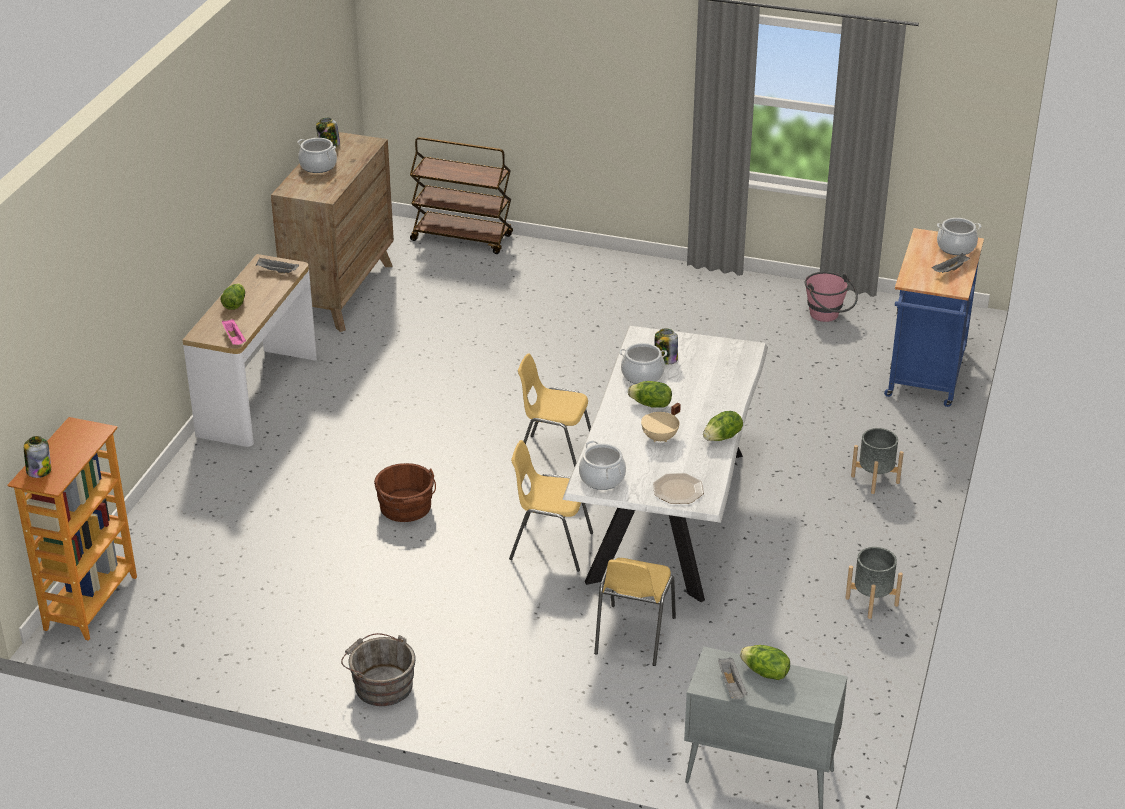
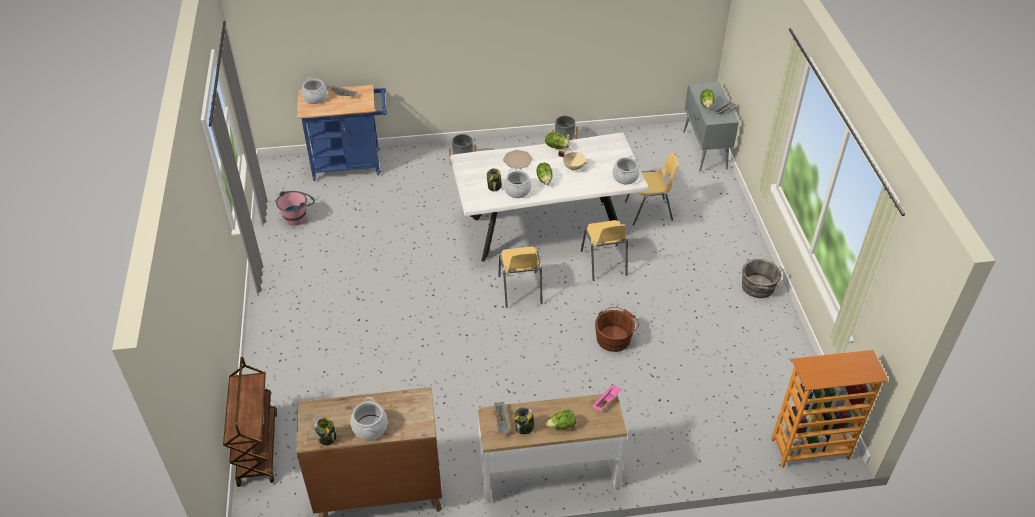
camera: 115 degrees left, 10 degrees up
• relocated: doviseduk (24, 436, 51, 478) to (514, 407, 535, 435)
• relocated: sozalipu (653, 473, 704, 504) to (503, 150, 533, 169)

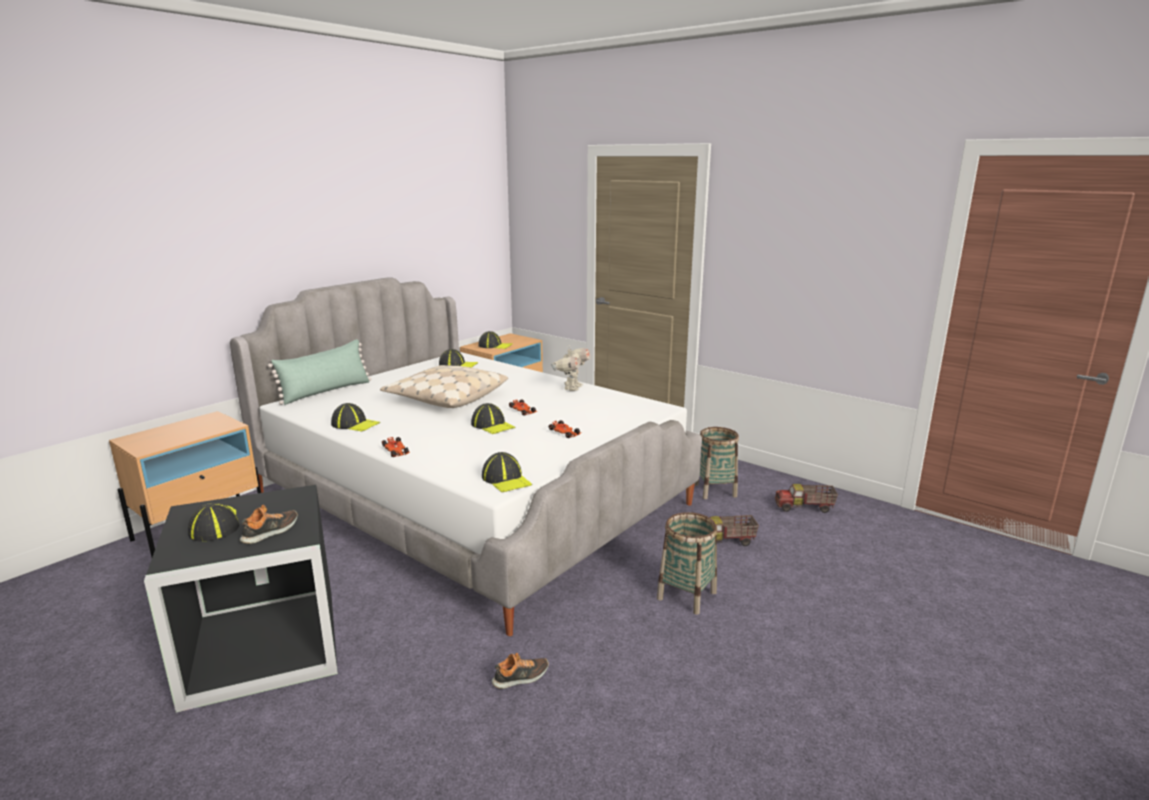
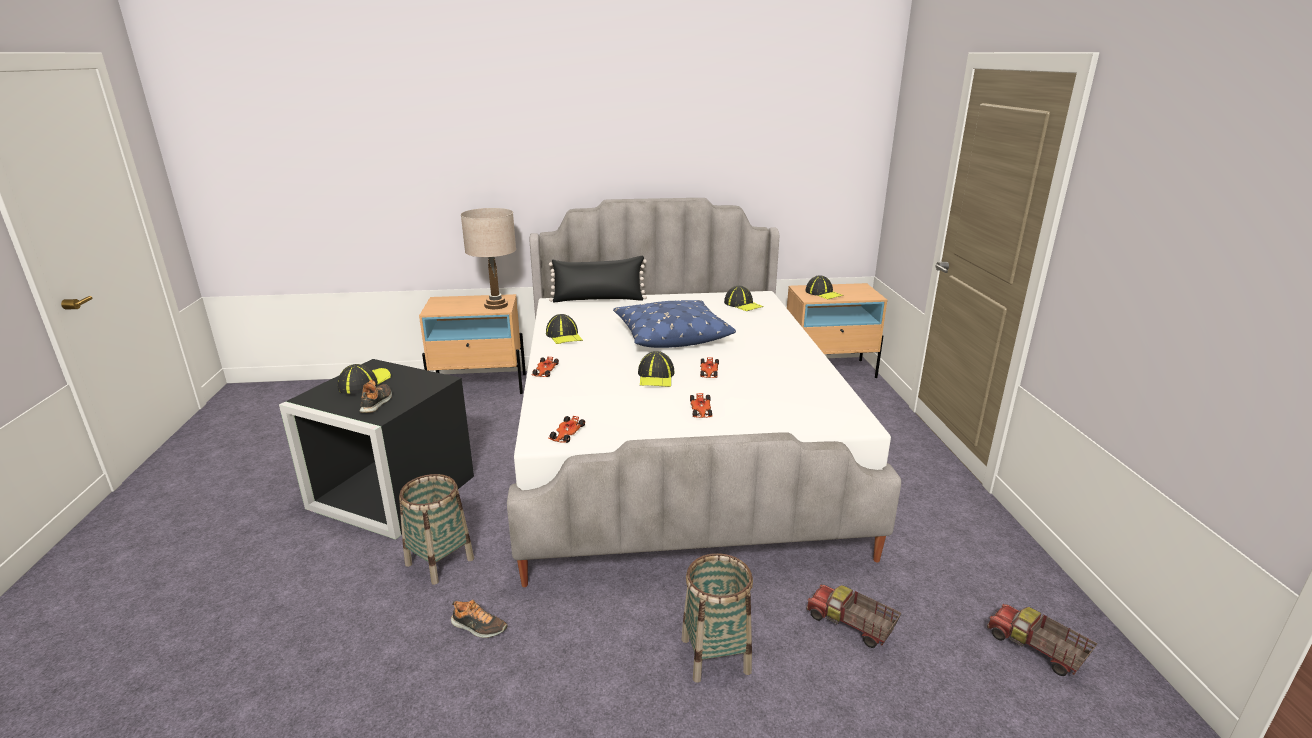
camera: 45 degrees right, 5 degrees up
• missing: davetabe (551, 345, 591, 391)
• appeared: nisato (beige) (461, 208, 516, 309)
• relocated: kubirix (695, 427, 739, 499) to (399, 474, 474, 585)
• exchanged: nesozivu (482, 452, 532, 492) to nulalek (548, 416, 585, 443)
• colour: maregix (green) (268, 339, 371, 405) to maregix (black) (549, 256, 647, 302)
• colour: maregix (beige) (380, 365, 508, 408) to maregix (blue) (613, 300, 736, 348)
• spun: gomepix (239, 505, 298, 544) = (360, 380, 392, 413) 75 degrees counterclockwise

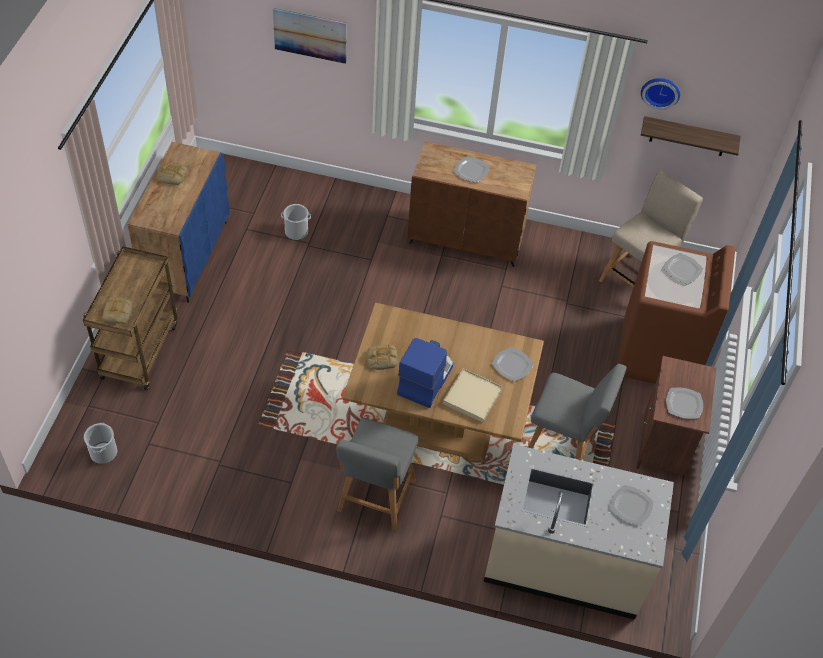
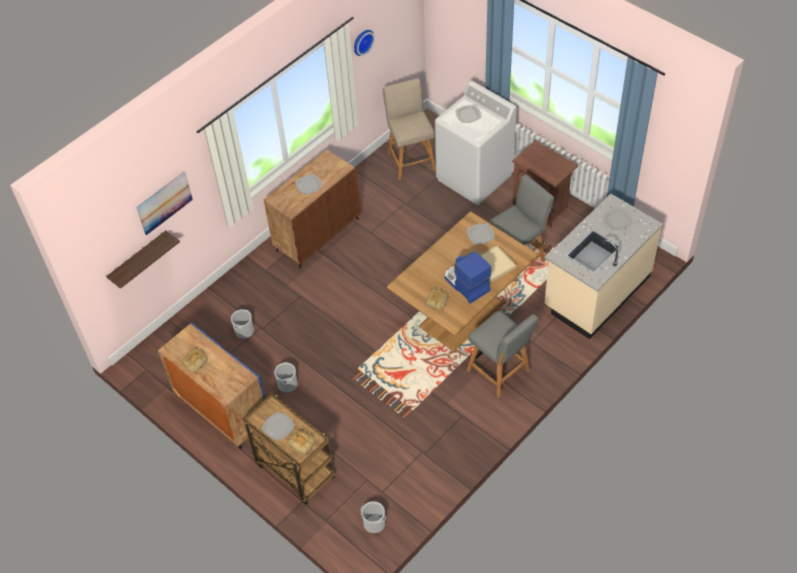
camera: 55 degrees left, 0 degrees up
• appeared: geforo (274, 362, 298, 393)
• relocated: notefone (641, 116, 741, 156) to (106, 231, 180, 289)
• relocated: sozalipu (666, 388, 703, 419) to (262, 412, 295, 441)
• colour: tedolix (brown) (616, 241, 735, 384) to tedolix (white) (435, 81, 517, 205)

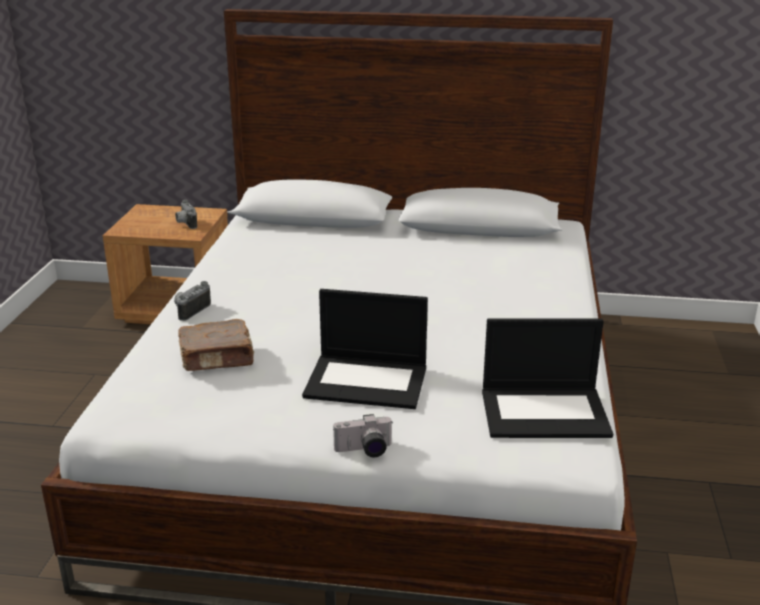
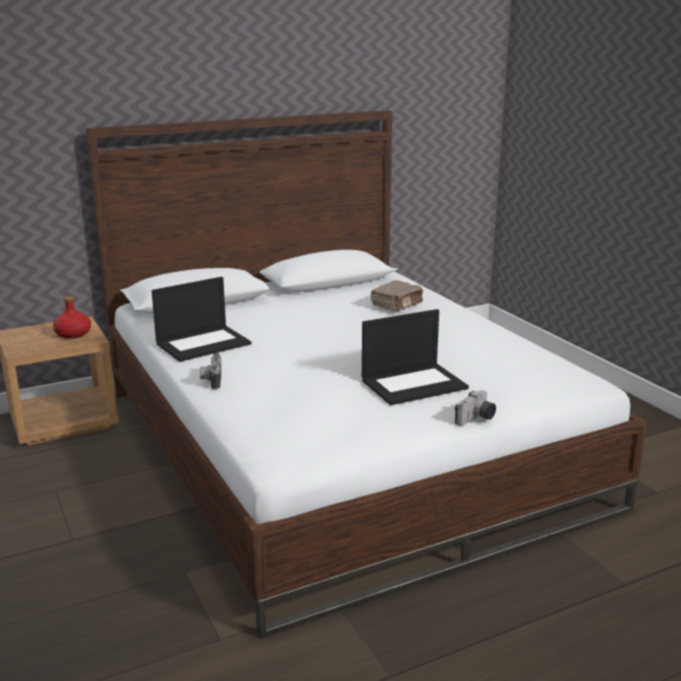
camera: 35 degrees left, 5 degrees down
• relocated: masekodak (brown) (178, 319, 254, 371) to (371, 280, 423, 311)
• relocated: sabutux (482, 318, 613, 438) to (151, 277, 251, 362)
• exchanged: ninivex (175, 200, 197, 229) to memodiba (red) (53, 296, 91, 339)

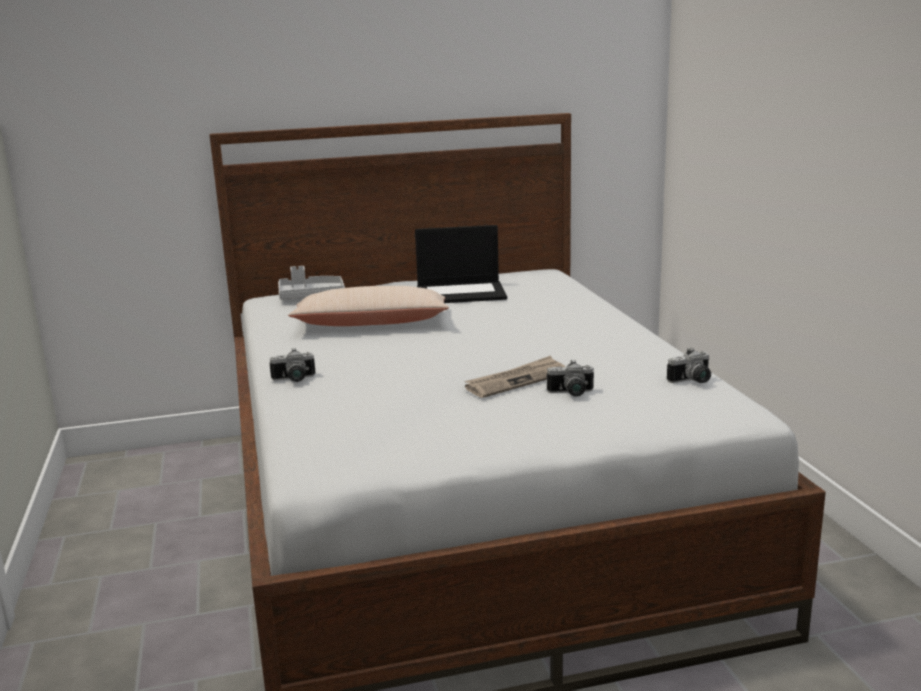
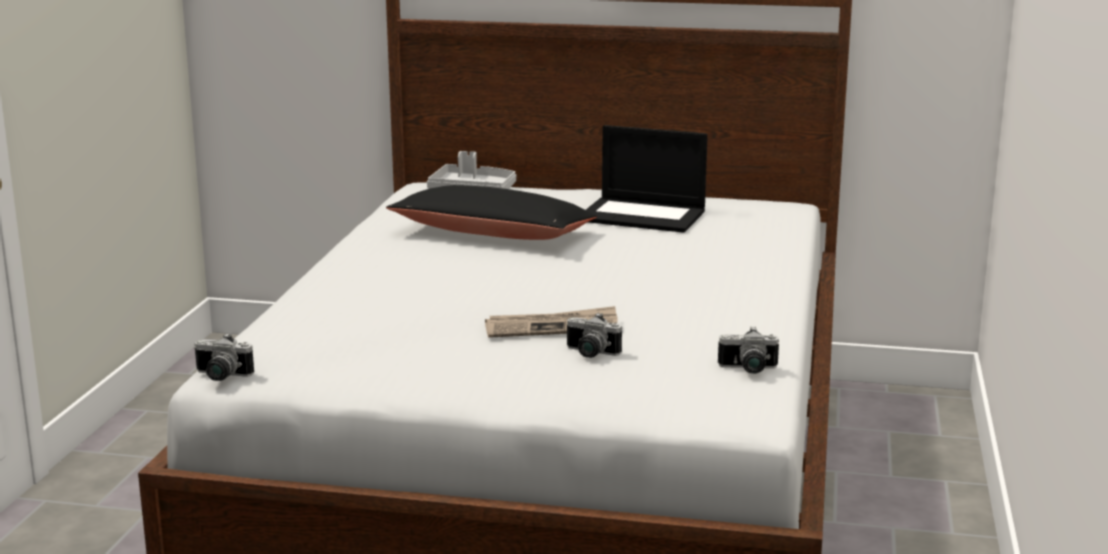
camera: 25 degrees right, 0 degrees up
• relocated: ninivex (270, 348, 315, 382) to (194, 333, 254, 381)
• colour: maregix (beige) (288, 286, 449, 326) to maregix (black) (386, 185, 597, 240)

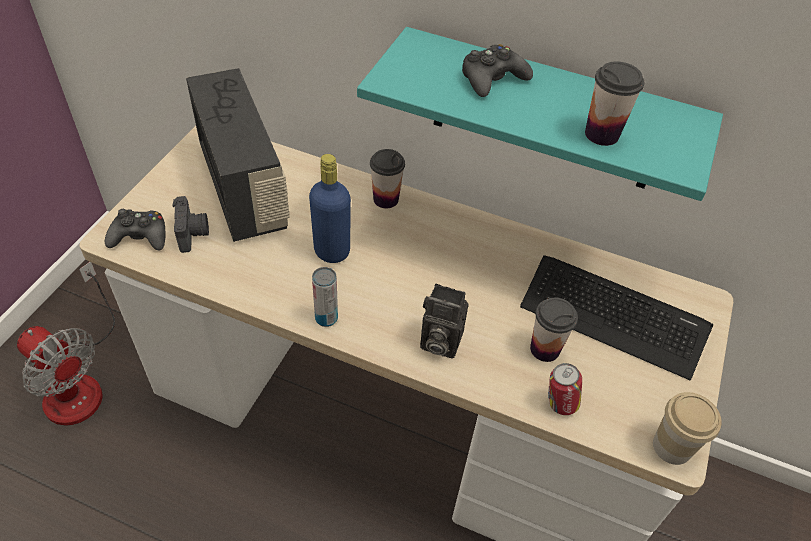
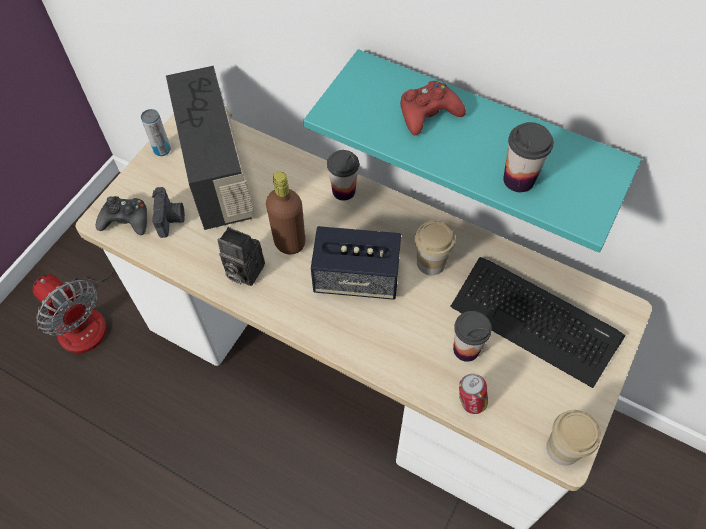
camera: 10 degrees right, 10 degrees up
• appeared: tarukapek (311, 226, 401, 300)
• appeared: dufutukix (415, 221, 456, 275)
• relocated: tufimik (312, 267, 338, 327) to (141, 109, 171, 156)
• relocated: ninivex (420, 284, 468, 359) to (217, 227, 265, 286)
• colour: memodiba (blue) (309, 154, 351, 263) to memodiba (brown) (266, 172, 305, 255)
• colour: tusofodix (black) (462, 44, 533, 97) to tusofodix (red) (400, 81, 466, 135)

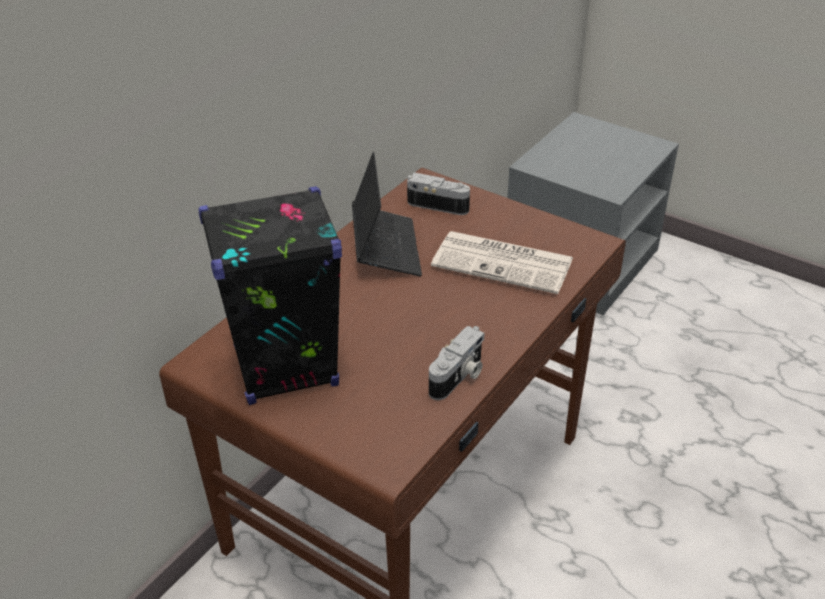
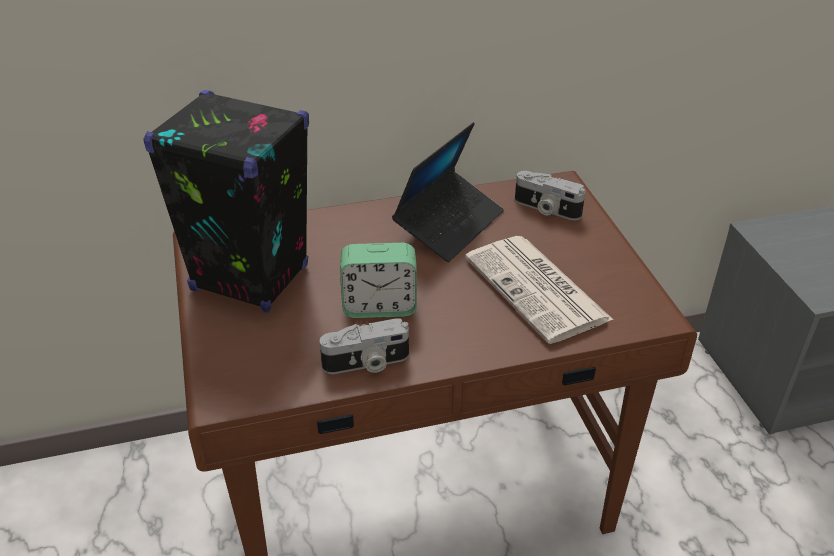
camera: 40 degrees right, 0 degrees up
• appeared: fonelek (340, 243, 417, 318)
• spun: ninivex (407, 173, 470, 215) = (515, 171, 585, 220) 150 degrees clockwise

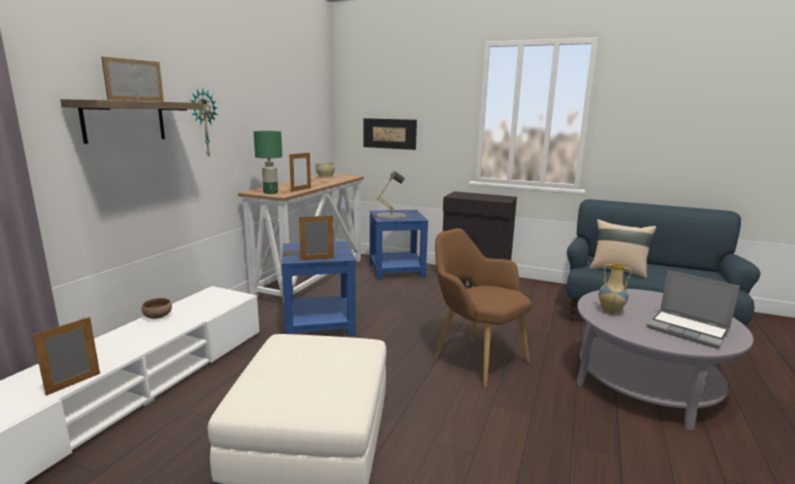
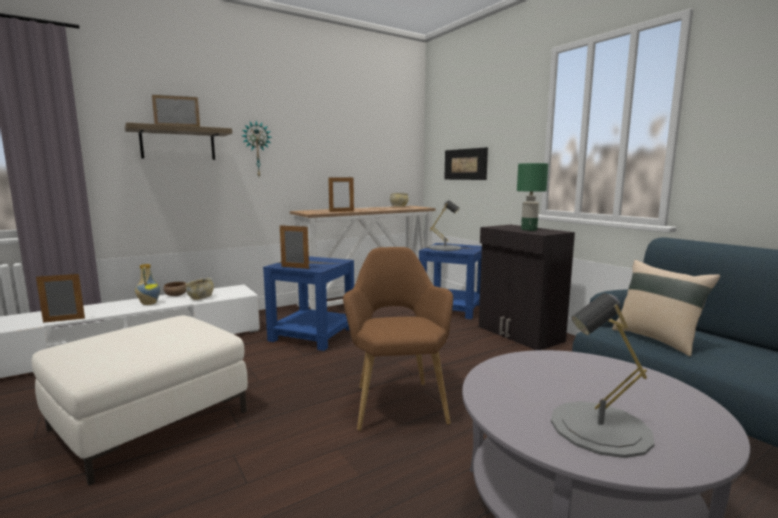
camera: 35 degrees right, 5 degrees down
• appeared: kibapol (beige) (186, 278, 214, 300)
• relocated: nisato (green) (254, 131, 282, 194) to (517, 163, 548, 231)
• relocated: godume (599, 263, 632, 314) to (135, 264, 160, 305)
• exchanged: sabutux (646, 270, 740, 349) to nisato (grey) (551, 293, 655, 458)

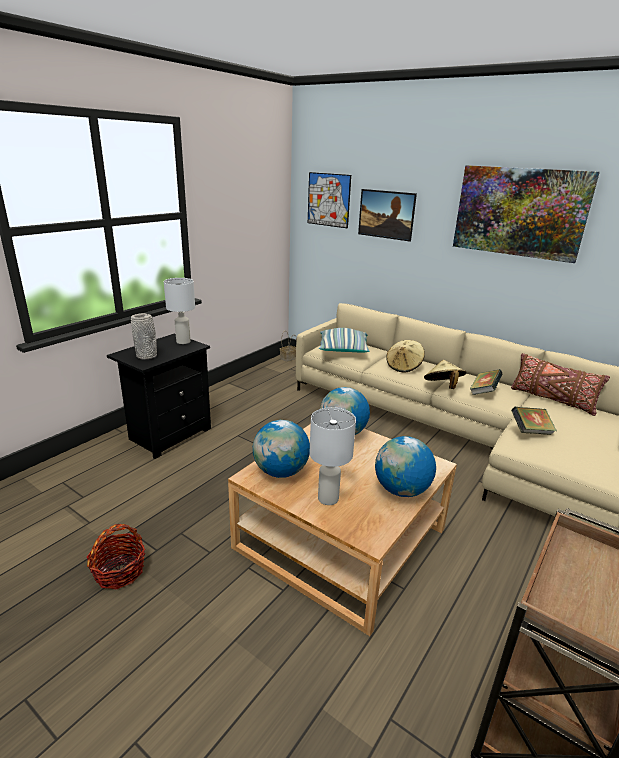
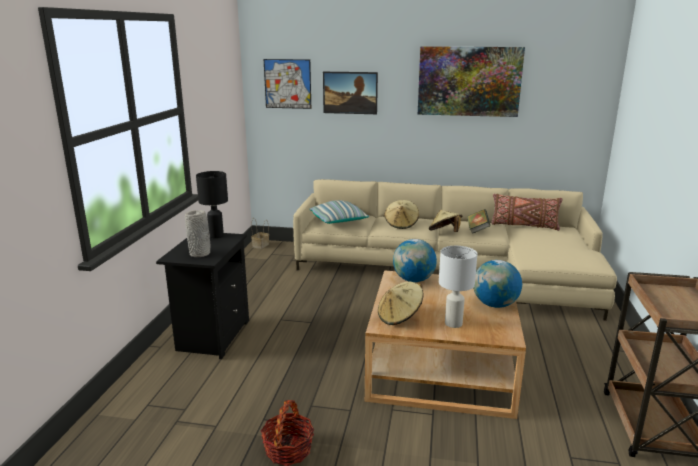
camera: 25 degrees left, 5 degrees down
• missing: masekodak (511, 407, 557, 435)
• exchanged: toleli (253, 420, 310, 478) to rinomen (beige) (378, 282, 424, 325)
• colour: nisato (white) (164, 278, 195, 344) to nisato (black) (196, 171, 228, 238)

